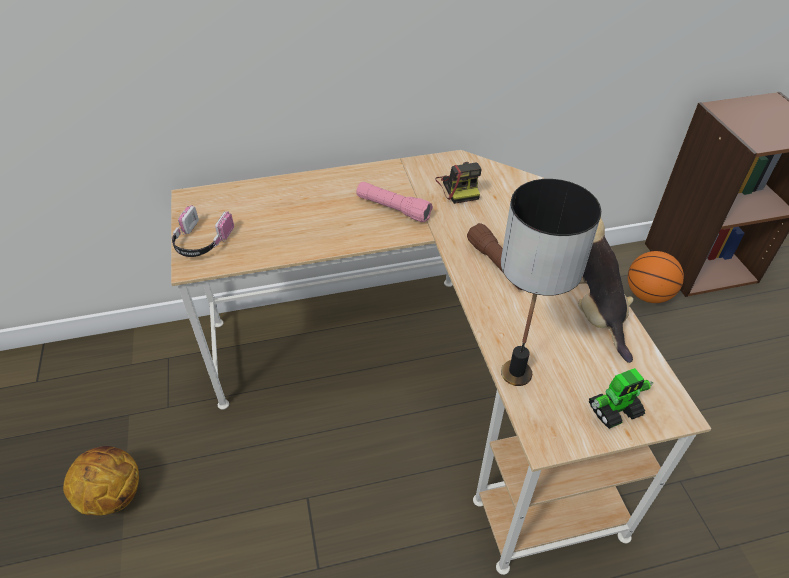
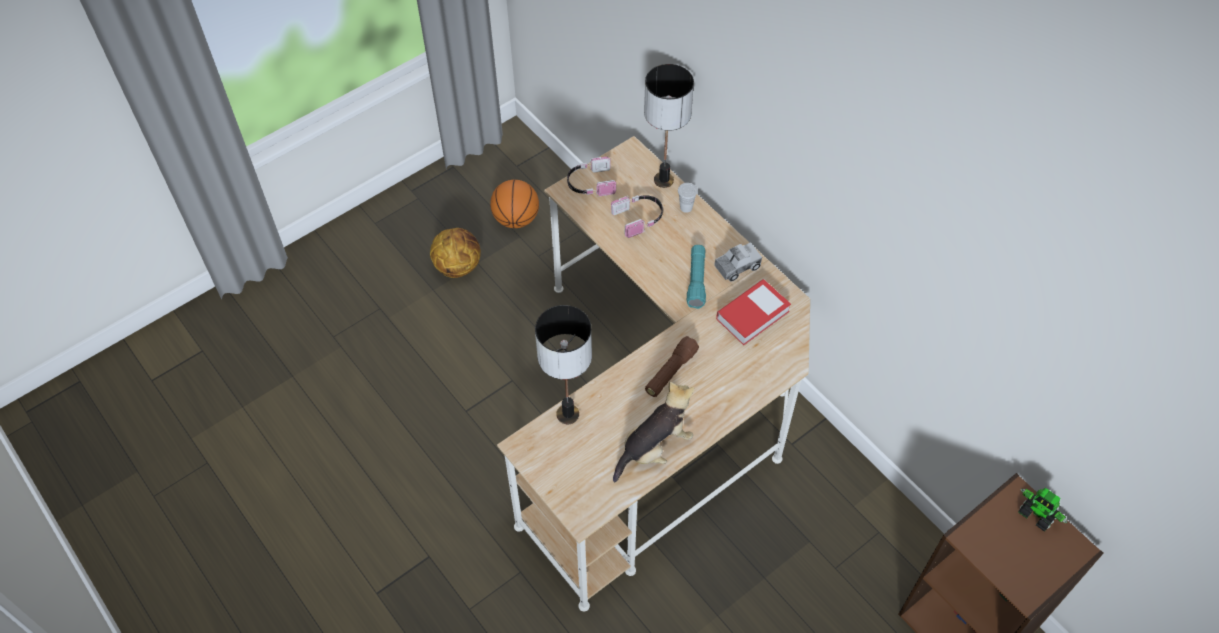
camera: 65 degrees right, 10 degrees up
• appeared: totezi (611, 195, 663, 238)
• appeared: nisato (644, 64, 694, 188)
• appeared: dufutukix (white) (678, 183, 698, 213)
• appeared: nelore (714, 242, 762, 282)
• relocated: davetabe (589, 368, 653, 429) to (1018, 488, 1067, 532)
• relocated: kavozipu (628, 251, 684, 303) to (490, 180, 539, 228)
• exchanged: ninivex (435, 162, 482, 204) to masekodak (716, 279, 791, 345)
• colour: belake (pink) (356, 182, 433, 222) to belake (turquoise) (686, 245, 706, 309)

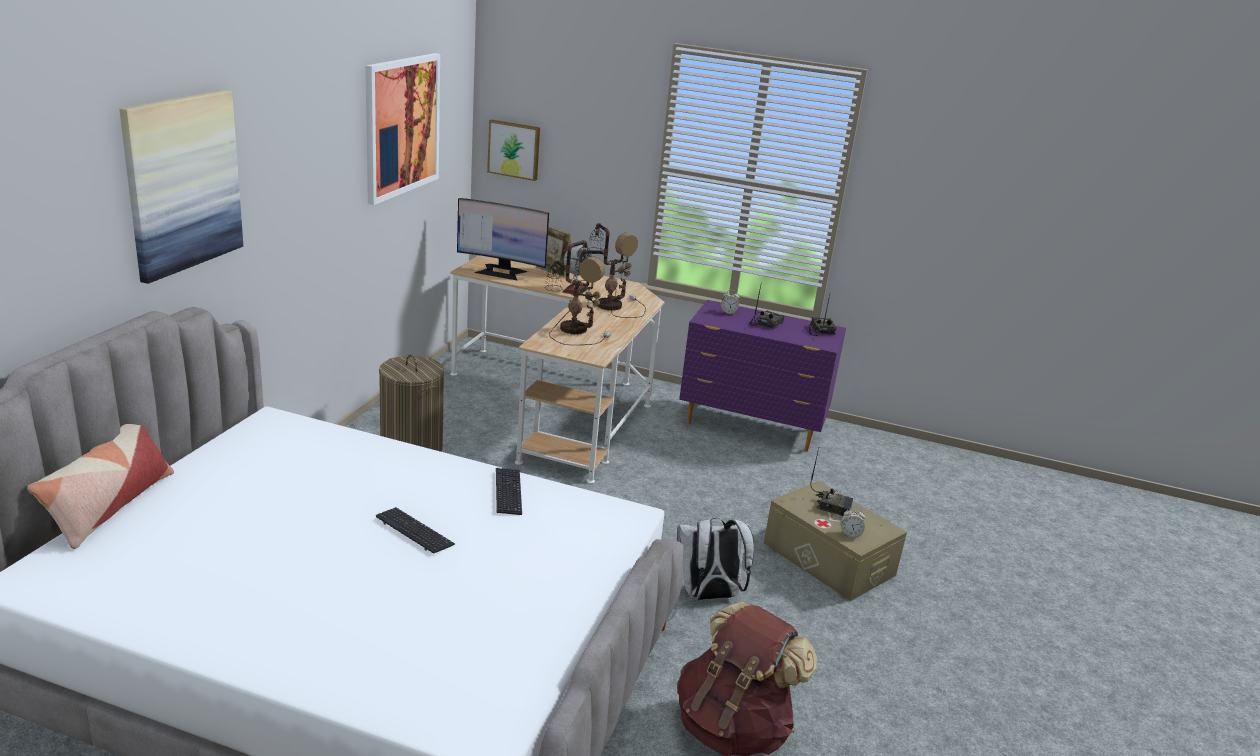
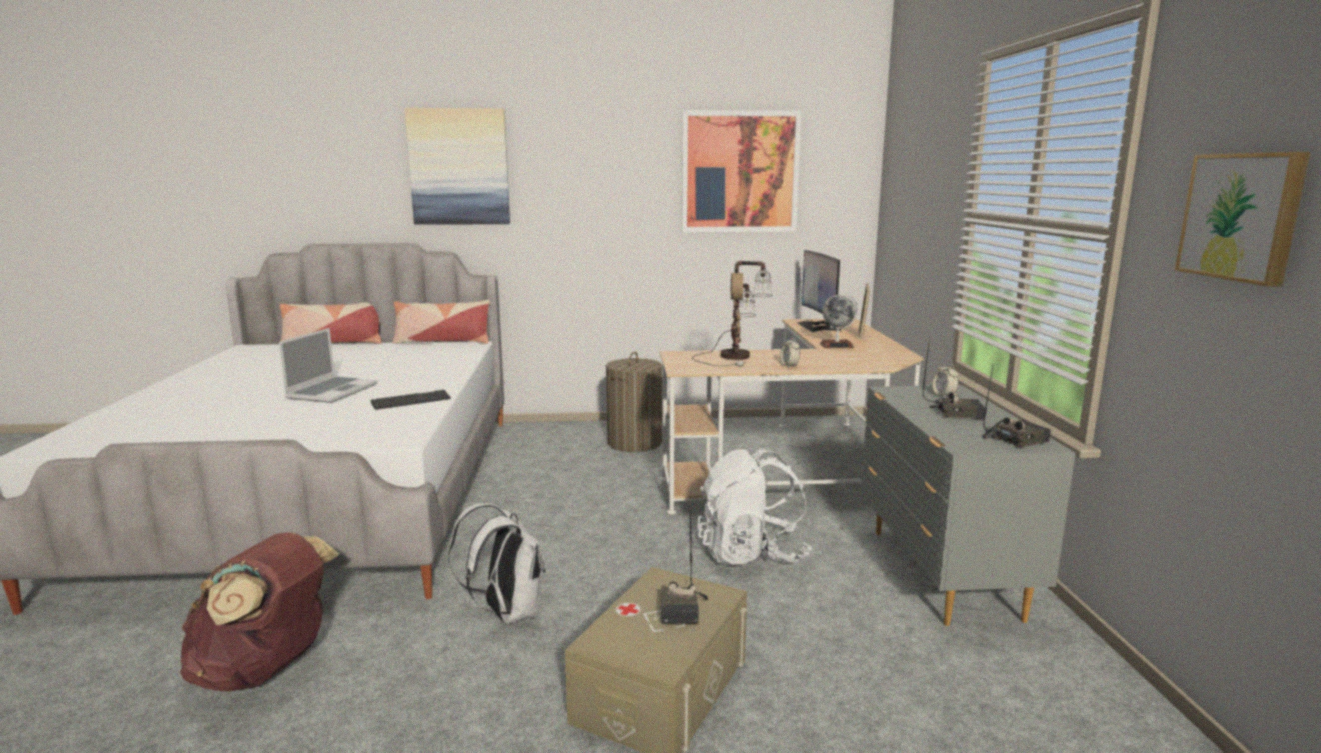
camera: 70 degrees right, 10 degrees down
• missing: nisato (573, 223, 646, 318)
• appeared: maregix (393, 300, 490, 344)
• appeared: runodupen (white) (697, 447, 812, 565)
• relocated: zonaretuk (487, 120, 540, 181) to (1175, 152, 1310, 287)
• relocated: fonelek (841, 507, 865, 538) to (780, 337, 800, 368)
• exchanged: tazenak (376, 507, 455, 554) to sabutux (279, 328, 377, 403)
• colour: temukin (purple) (679, 300, 846, 452) to temukin (grey) (861, 385, 1076, 626)

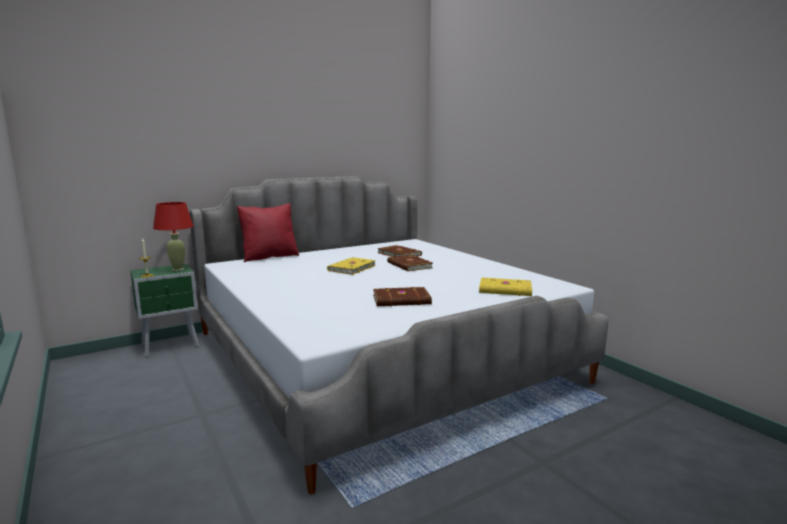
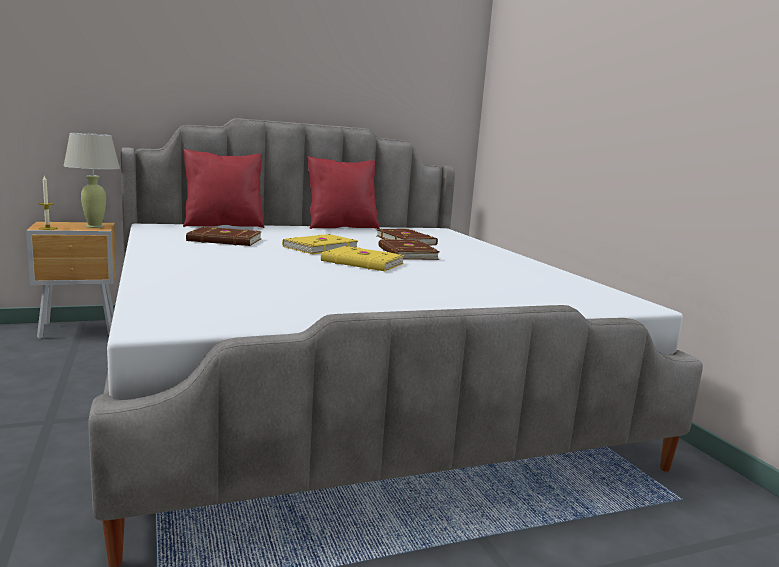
camera: 10 degrees right, 0 degrees up
• appeared: maregix (red) (308, 156, 380, 229)
• relocated: masekodak (brown) (373, 287, 432, 306) to (186, 227, 261, 246)
• relocated: masekodak (yellow) (479, 278, 532, 296) to (321, 246, 404, 271)
• colour: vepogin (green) (130, 264, 199, 357) to vepogin (brown) (26, 222, 116, 339)
• colour: nisato (red) (153, 202, 193, 271) to nisato (beige) (64, 133, 120, 228)

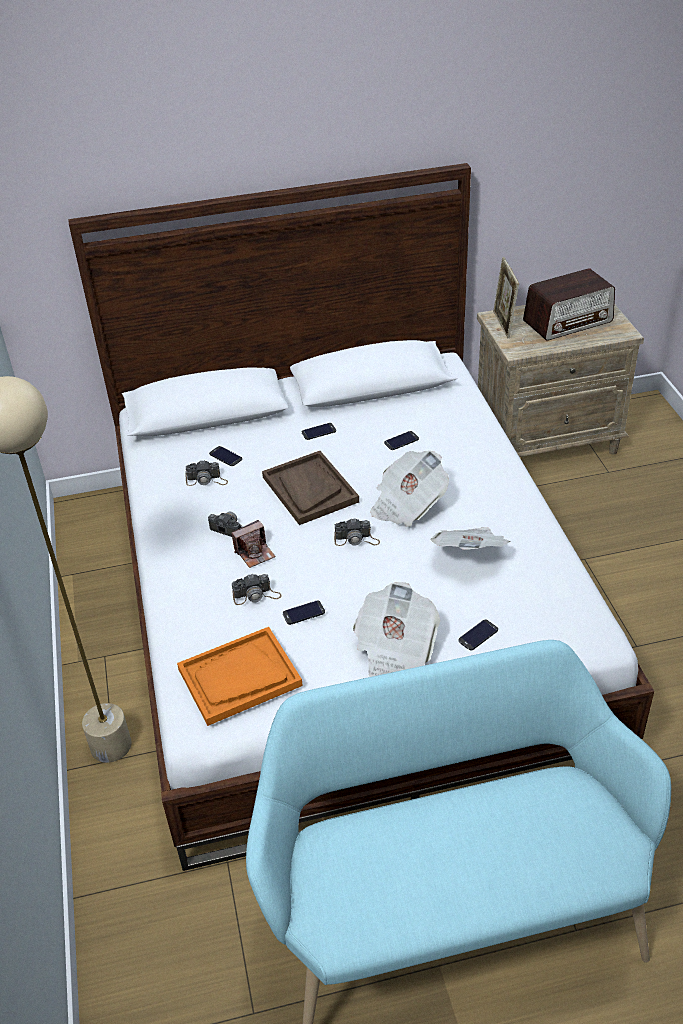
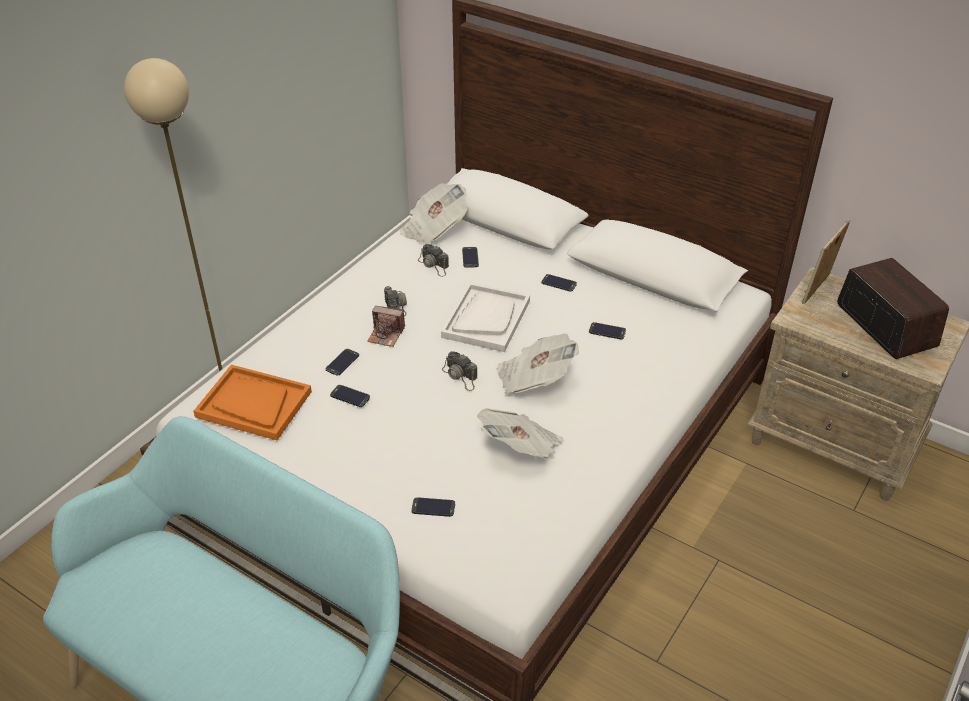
camera: 45 degrees right, 0 degrees up
• relocated: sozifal (353, 582, 440, 677) to (400, 183, 468, 244)
• exchanged: ninivex (232, 574, 282, 605) to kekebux (326, 349, 359, 376)
• colour: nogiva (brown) (262, 451, 359, 525) to nogiva (white) (441, 282, 530, 352)
• spun: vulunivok (523, 268, 615, 341) = (837, 258, 949, 359) 135 degrees counterclockwise

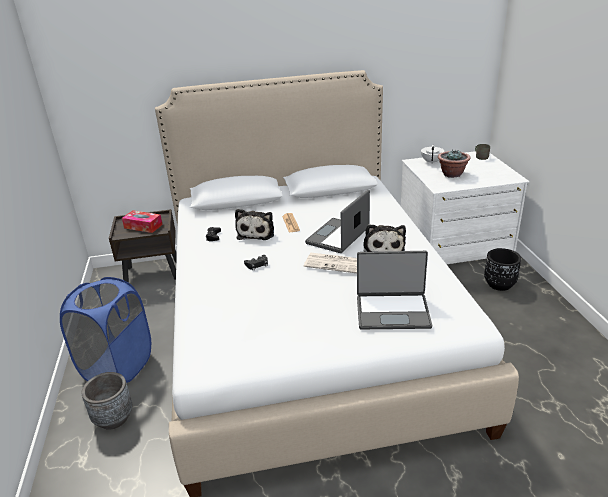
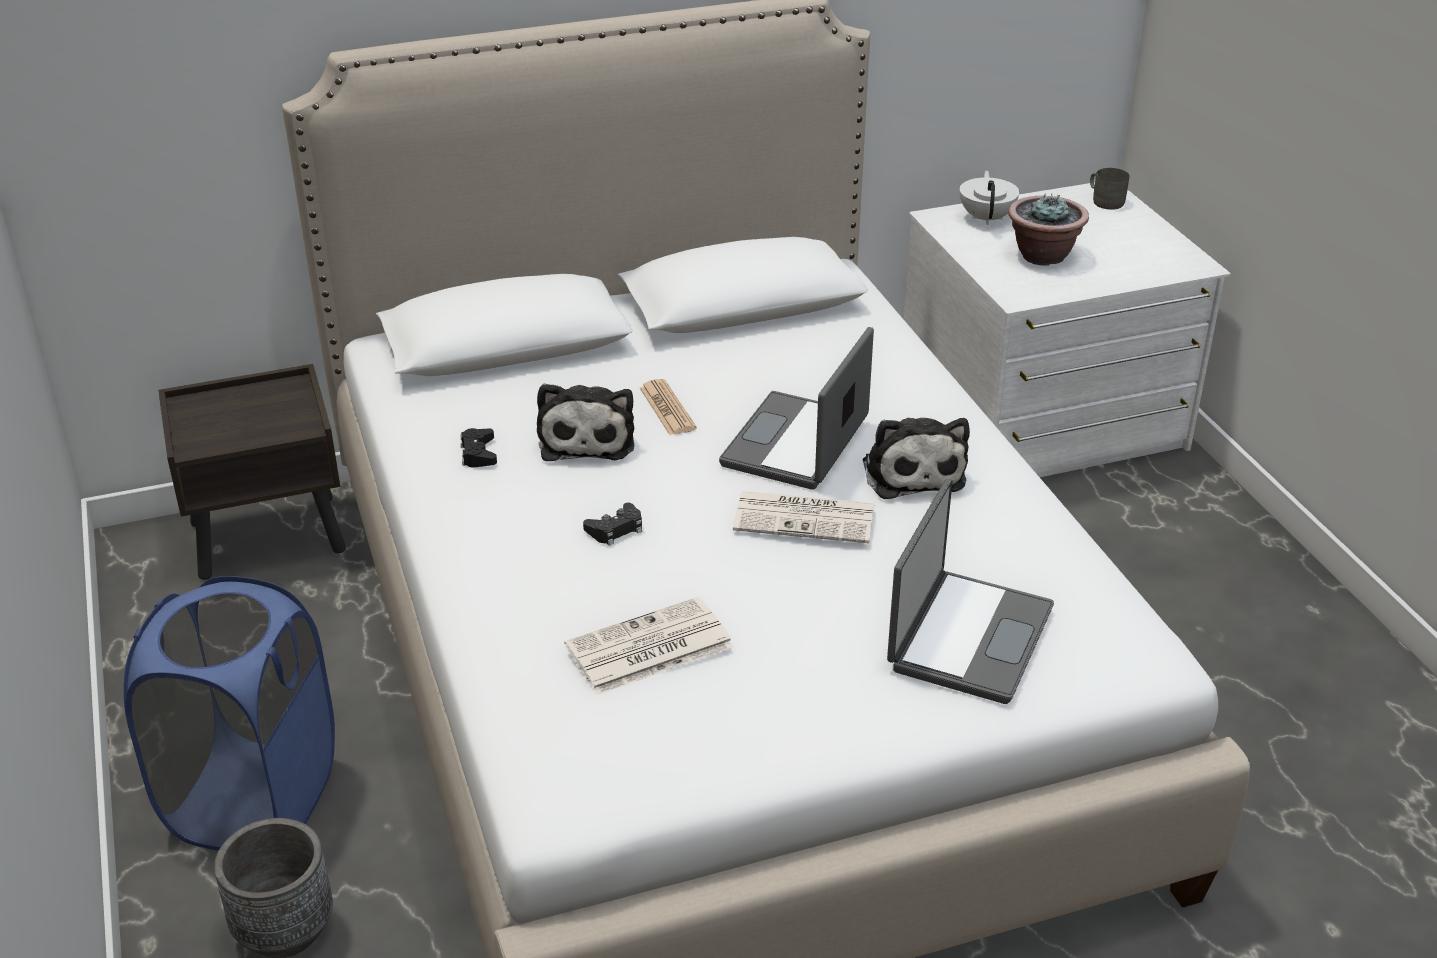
camera: 10 degrees left, 5 degrees up
• missing: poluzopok (122, 210, 163, 233)
• missing: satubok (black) (484, 248, 521, 291)
• appeared: sozifal (565, 597, 733, 695)
• spun: sabutux (357, 251, 432, 329) = (887, 478, 1054, 704) 60 degrees counterclockwise

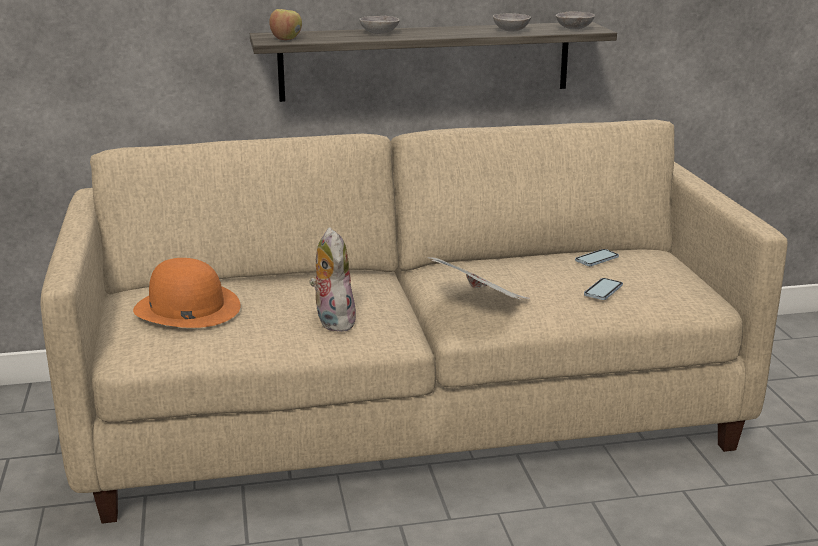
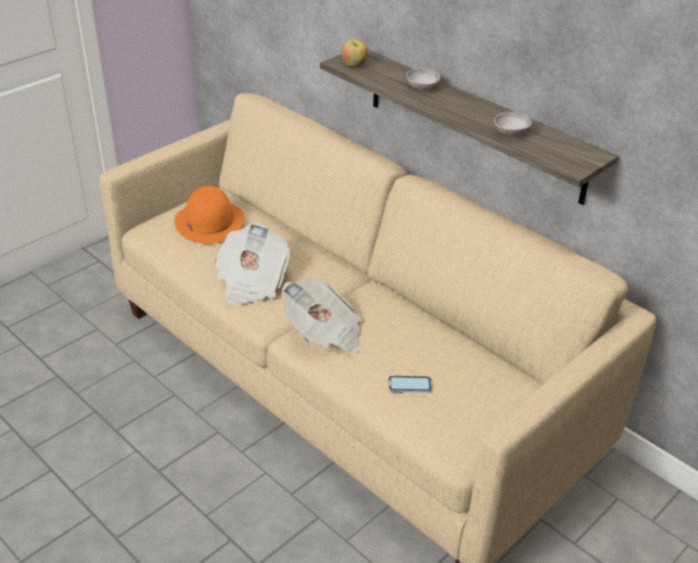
camera: 55 degrees right, 15 degrees up
• missing: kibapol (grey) (556, 11, 595, 29)
• missing: kekebux (575, 249, 619, 266)
• exchanged: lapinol (309, 227, 356, 332) to sozifal (214, 223, 291, 305)

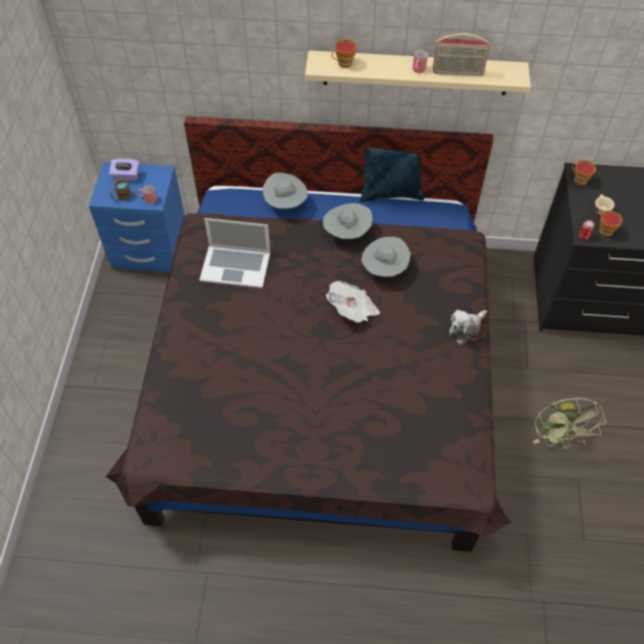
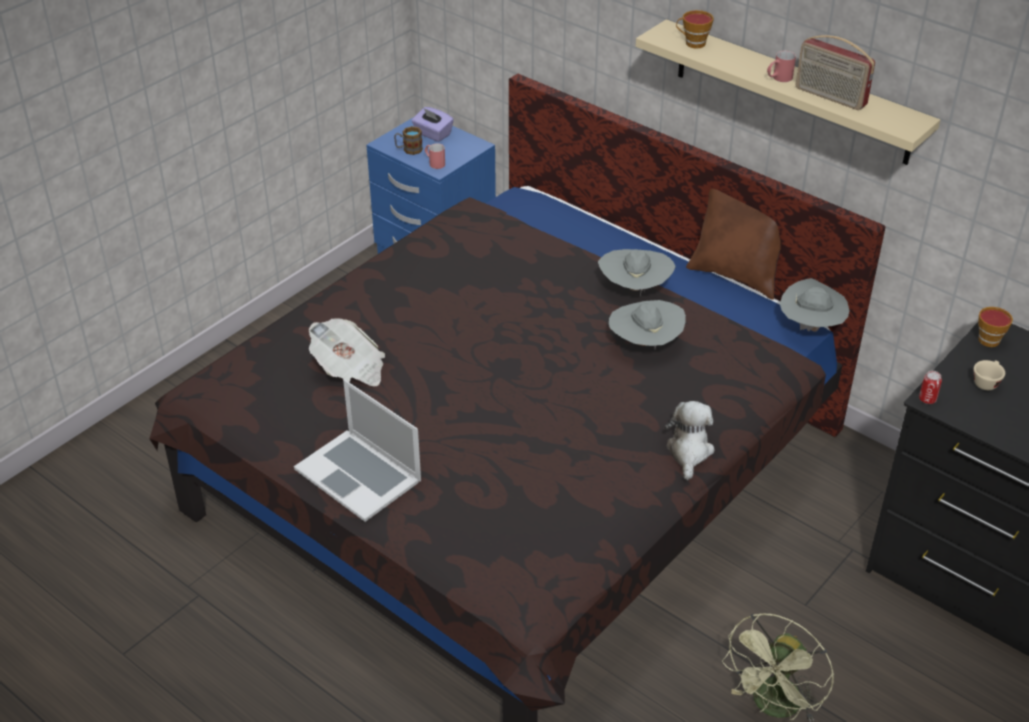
camera: 35 degrees right, 15 degrees down
• missing: dufutukix (599, 211, 622, 237)
• relocated: sabutux (199, 218, 270, 288) to (294, 380, 421, 522)
• relocated: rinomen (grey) (263, 173, 308, 209) to (780, 278, 850, 332)
• relocated: sozifal (326, 281, 380, 323) to (309, 318, 385, 387)
• colour: maregix (blue) (360, 148, 424, 202) to maregix (brown) (686, 189, 781, 300)
• spun: lapinol (449, 310, 487, 345) = (665, 401, 714, 480) 105 degrees clockwise

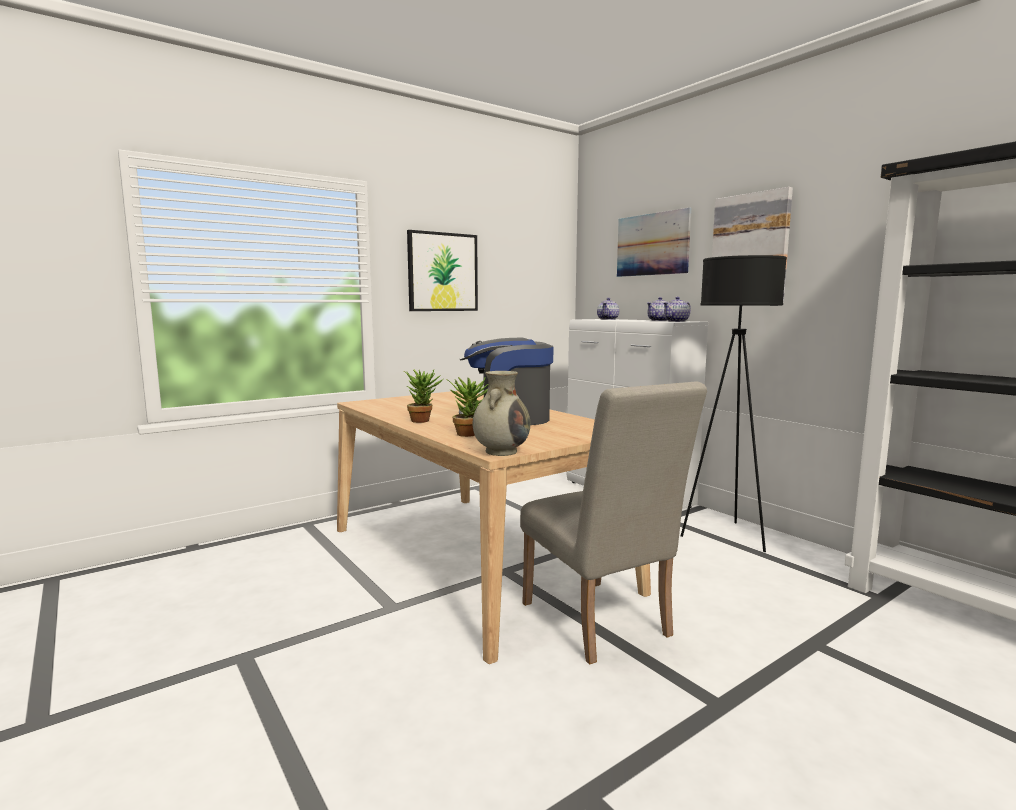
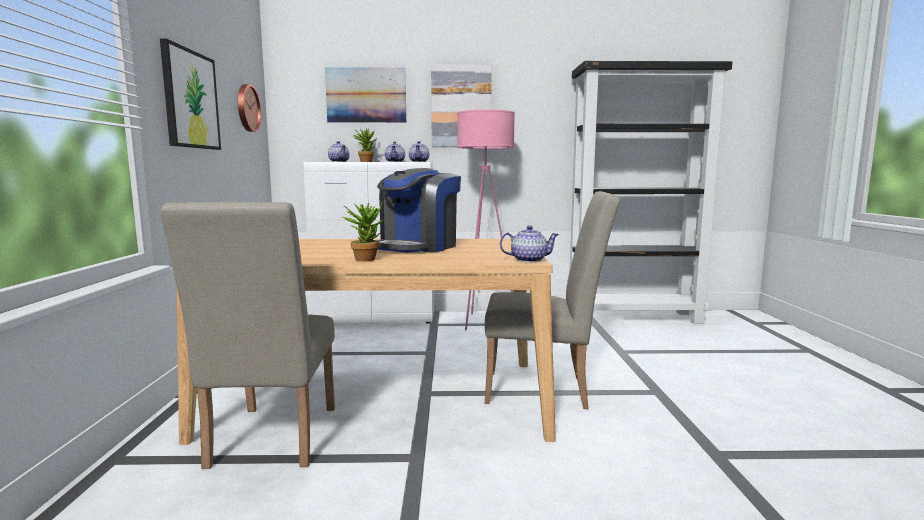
camera: 55 degrees left, 0 degrees up
• appeared: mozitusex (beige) (160, 202, 335, 469)
• appeared: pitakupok (238, 84, 261, 132)
• relocated: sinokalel (446, 377, 489, 437) to (354, 128, 376, 162)
• exchanged: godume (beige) (473, 371, 530, 456) to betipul (500, 225, 560, 262)
• colour: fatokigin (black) (681, 255, 787, 552) to fatokigin (pink) (457, 109, 515, 331)

